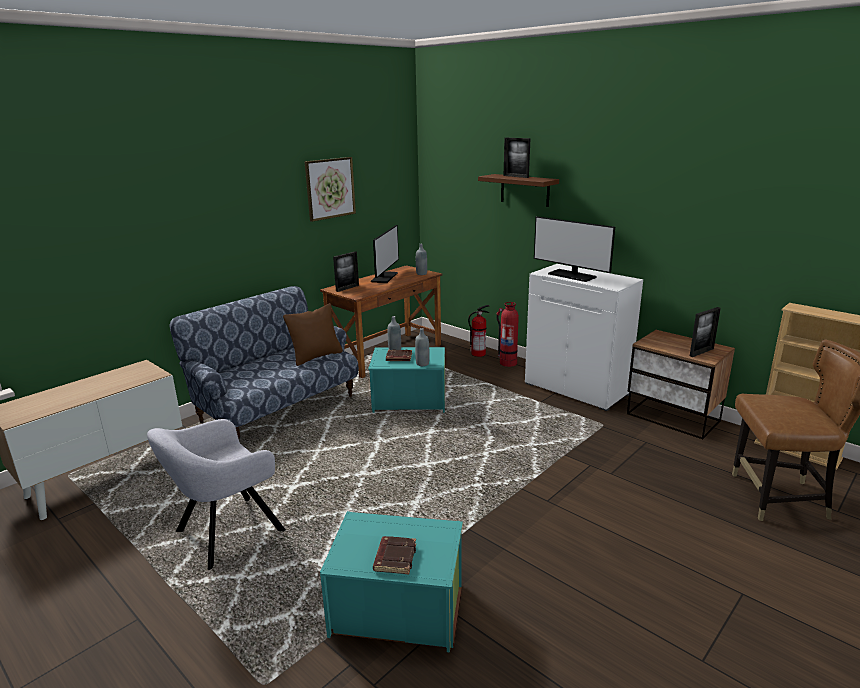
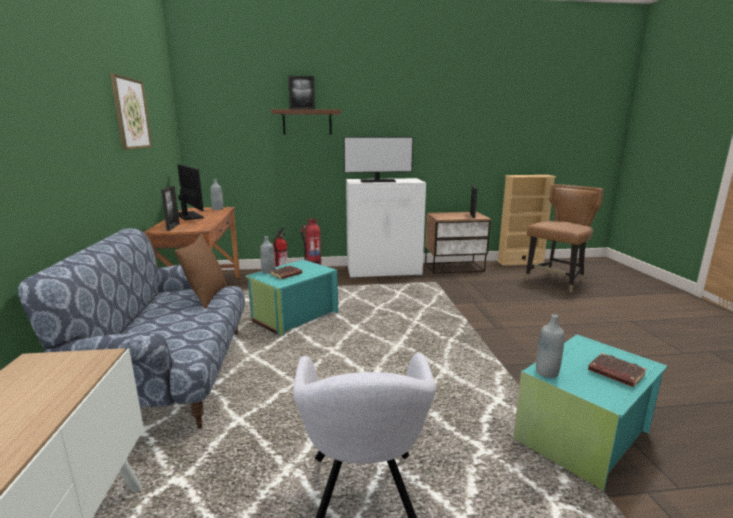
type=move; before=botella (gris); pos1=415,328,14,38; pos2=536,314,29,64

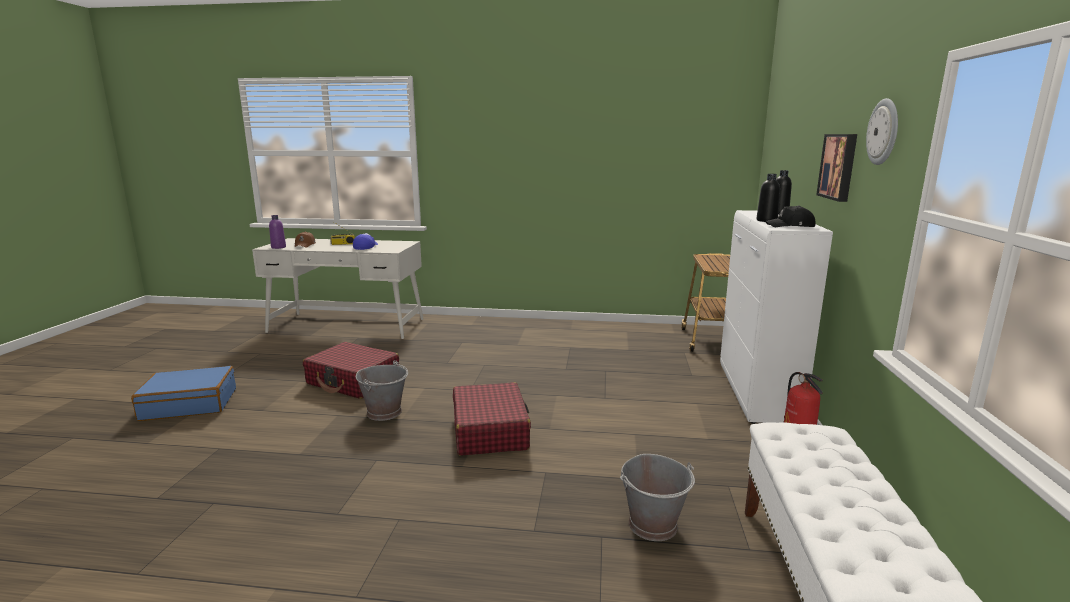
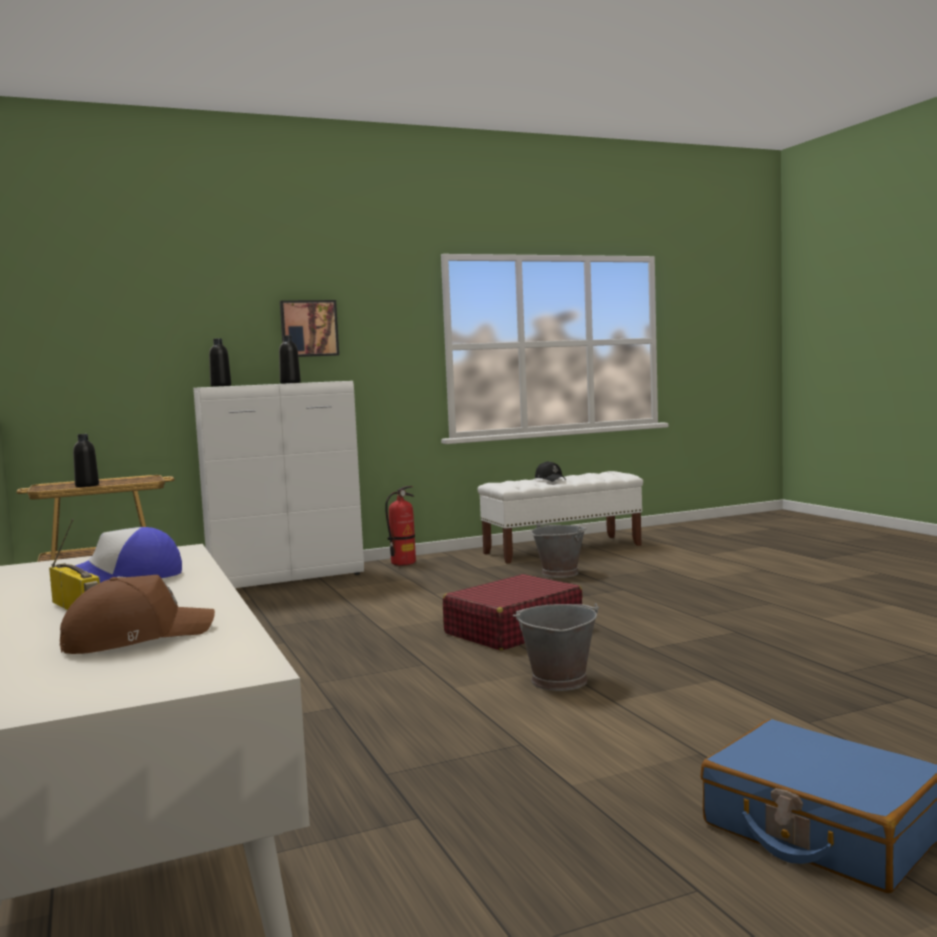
type=delete; before=botella (morado); pos1=269,215,17,34
type=delete; before=maleta (rojo); pos1=303,342,96,57
type=move; before=gorra (negro); pos1=766,206,50,21; pos2=535,461,31,20
type=delete; before=reloj de pared; pos1=866,98,32,67
type=insert; after=botella (negro); pos2=73,434,26,53

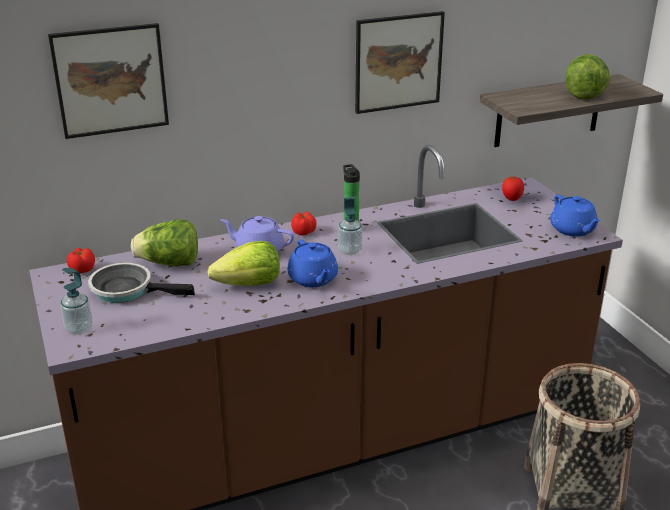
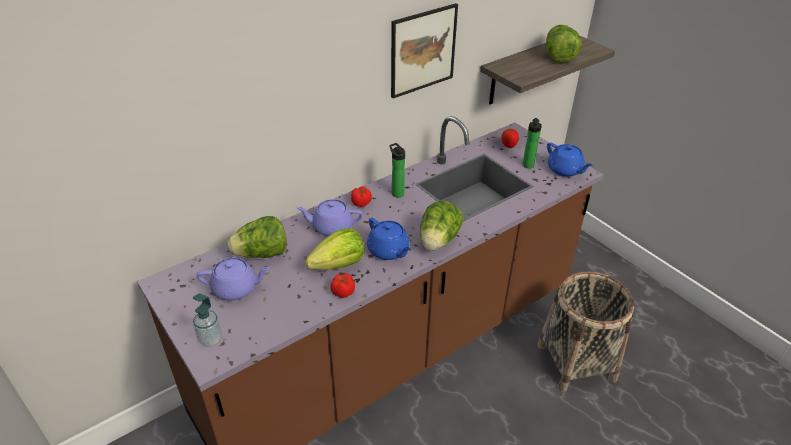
type=delete; before=cuadro; pos1=48,23,121,116
type=move; before=tomate; pos1=67,248,28,25; pos2=331,273,24,25
type=replace; before=sartén; after=tetera (morado); pos1=88,263,107,40; pos2=197,258,73,42
type=delete; before=dispensador de jabón; pos1=338,197,24,58
type=insert; after=lechuga; pos2=420,201,43,50
type=insert; after=botella; pos2=522,118,20,50

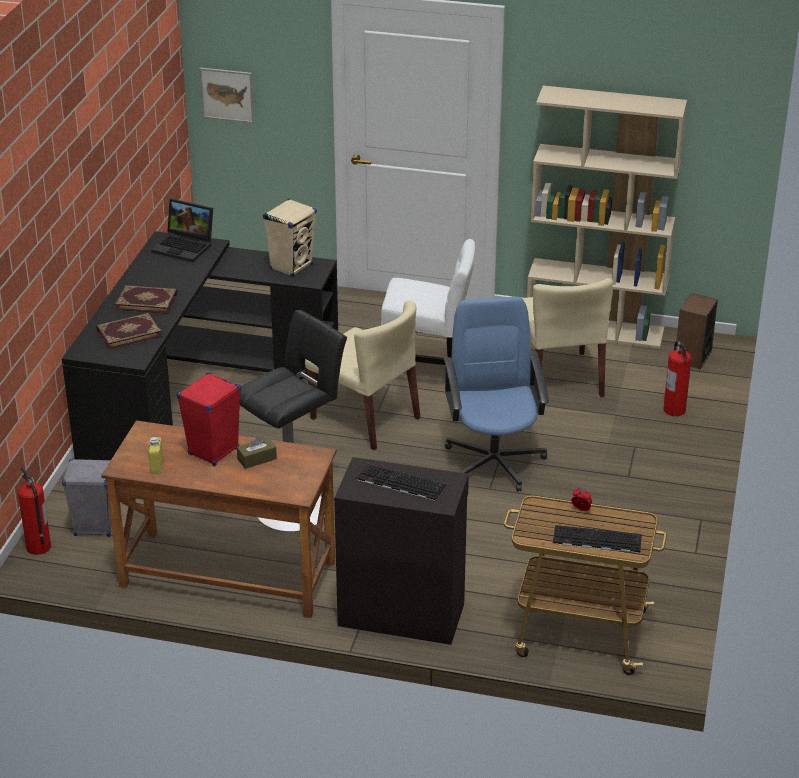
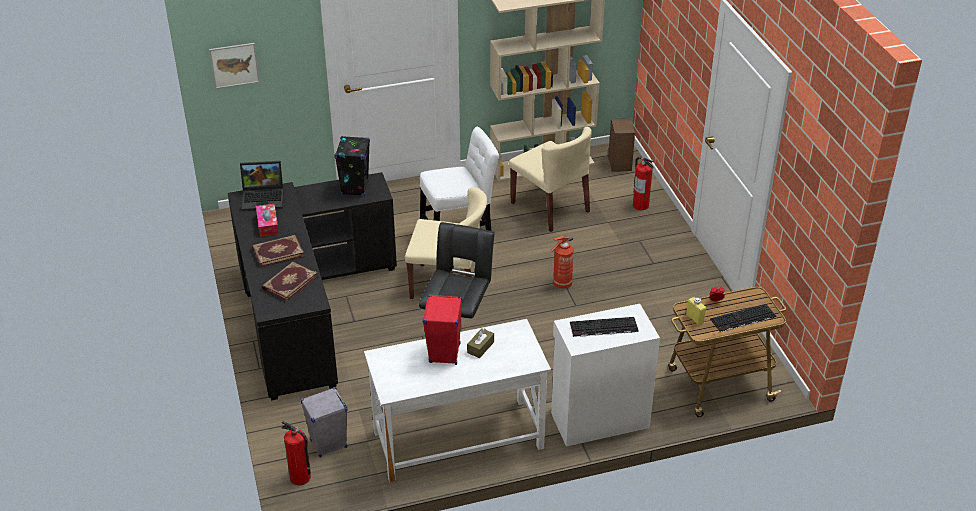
type=recolor; before=escritorio (marrón); after=escritorio (blanco); pos1=101,421,235,197; pos2=364,319,187,164
type=move; before=botella (amarillo); pos1=149,437,14,37; pos2=686,297,20,29
type=recolor; before=altavoz (beis); after=altavoz (negro); pos1=263,199,54,78; pos2=334,136,36,60
type=recolor; before=armario (negro); after=armario (blanco); pos1=334,457,135,188; pos2=551,304,109,143
type=replace; before=silla de oficina (azul); after=extintor; pos1=444,297,105,195; pos2=550,236,24,53
type=insert; after=caja de pañuelos; pos2=256,204,23,33

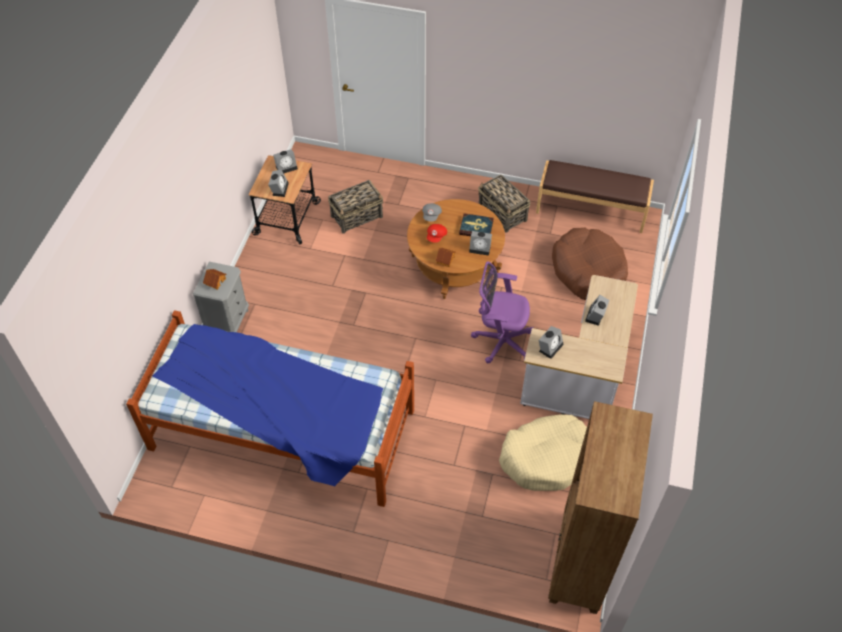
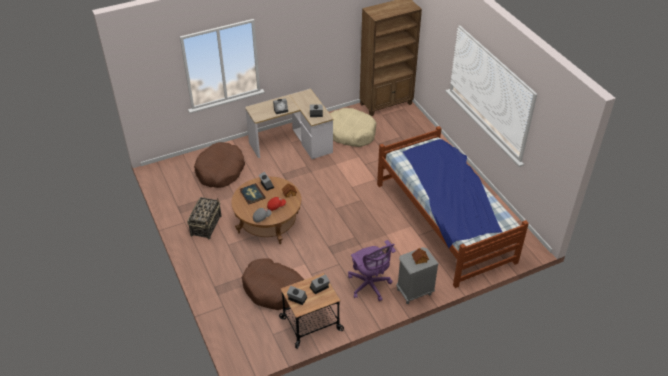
type=replace; before=cesta; after=cama para perro (marrón); pos1=328,180,55,54; pos2=242,258,62,52
type=move; before=silla de oficina (morado); pos1=471,261,62,103; pos2=348,240,48,61
type=delete; before=banco (marrón); pos1=536,160,118,73

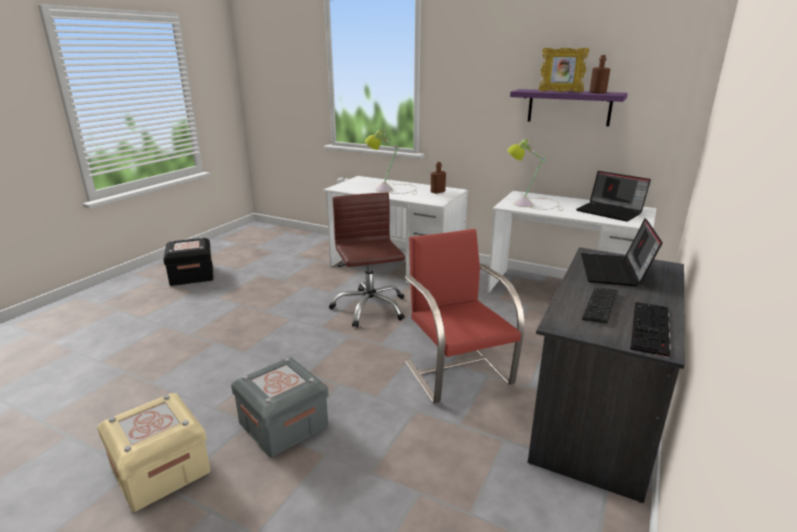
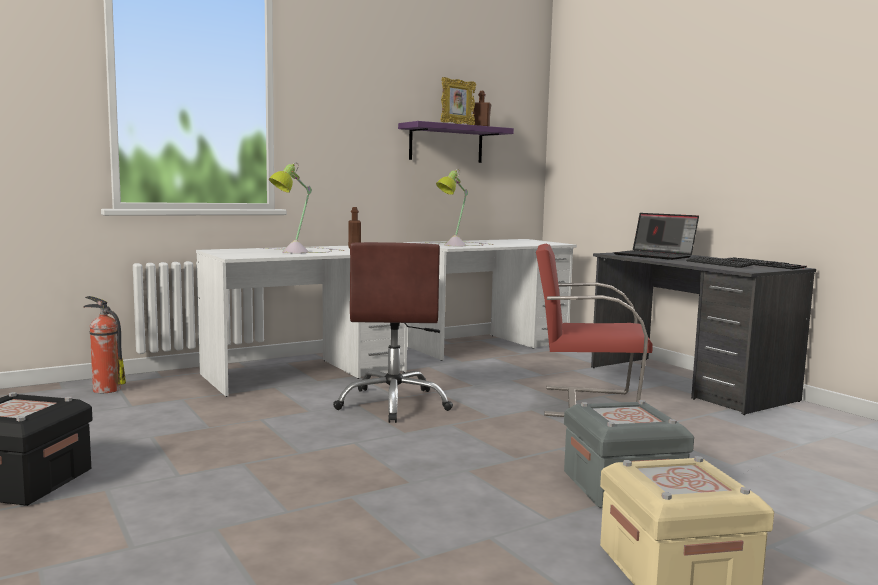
type=rotate; before=silla de oficina (marrón); pos1=329,192,76,136; pos2=333,242,120,181; turn=-105
type=delete; before=portátil; pos1=576,171,75,51
type=insert; after=extintor; pos2=83,296,43,97

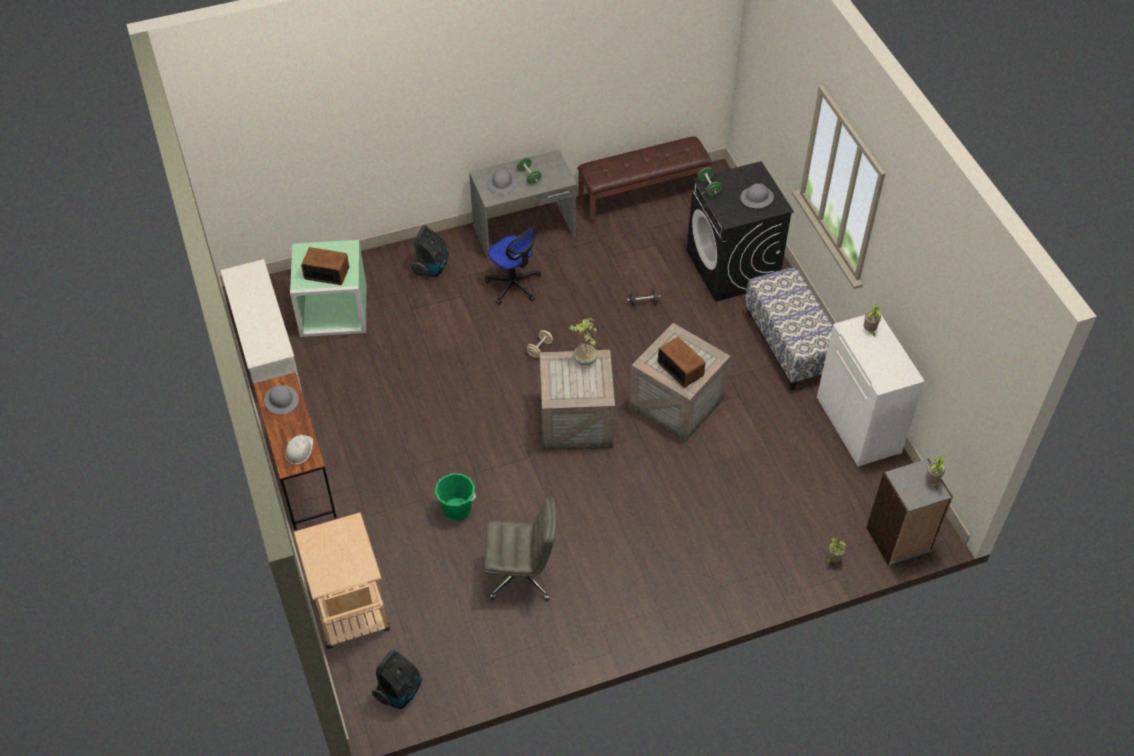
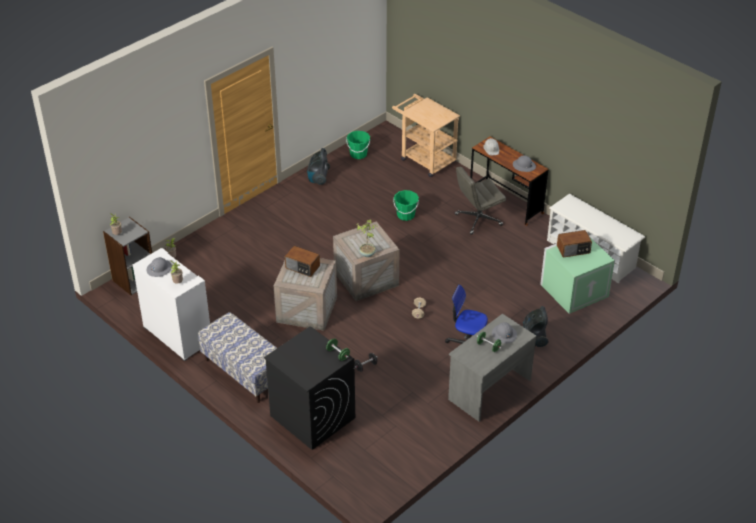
type=move; before=aspiradora; pos1=372,650,50,59; pos2=307,148,23,37
type=move; before=silla de oficina (gris); pos1=484,498,72,103; pos2=455,166,51,69
type=delete; before=banco (marrón); pos1=578,137,134,88
type=move; before=casco (gris); pos1=740,183,34,26; pos2=147,257,25,20
type=insert; after=cubo (verde); pos2=346,131,24,28

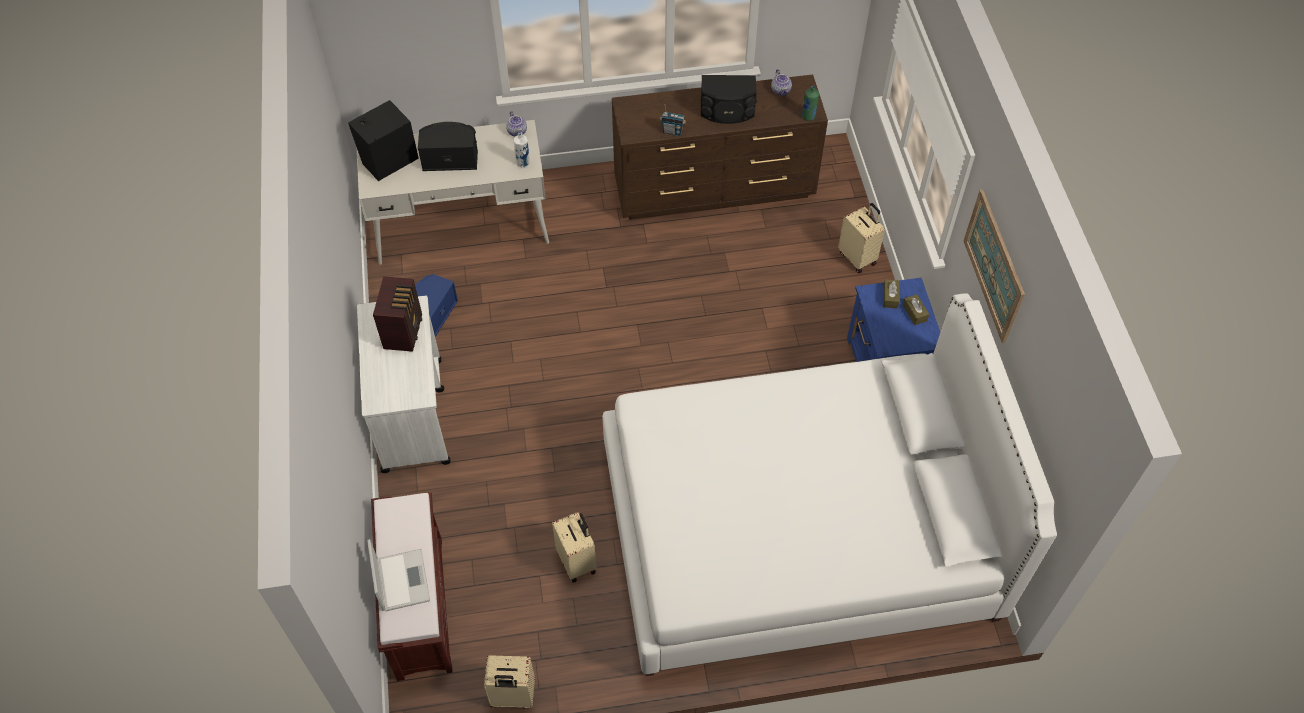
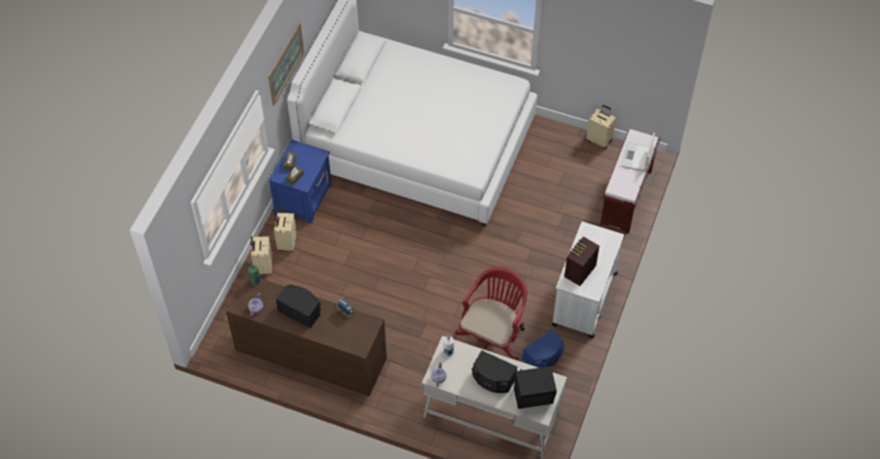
type=move; before=maleta (beis); pos1=552,512,45,71; pos2=274,212,23,40
type=insert; after=silla de oficina (rojo); pos2=455,267,72,94

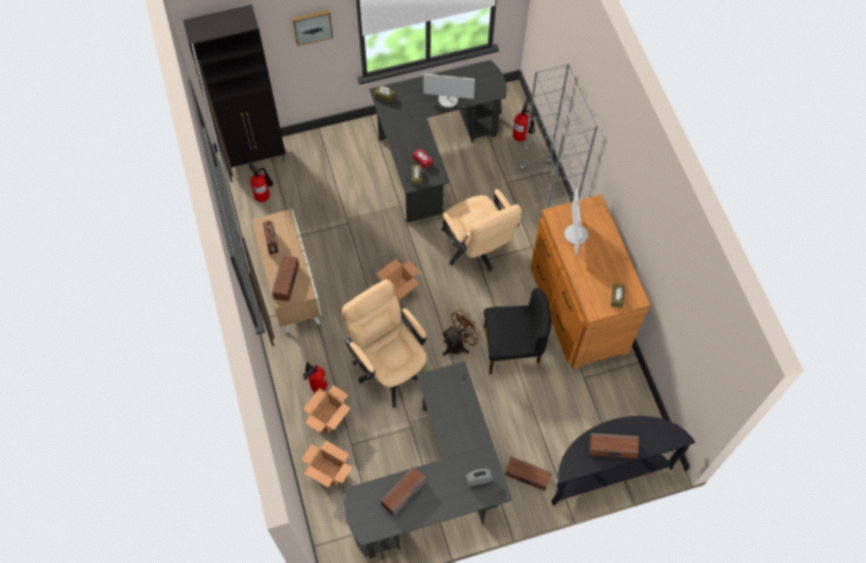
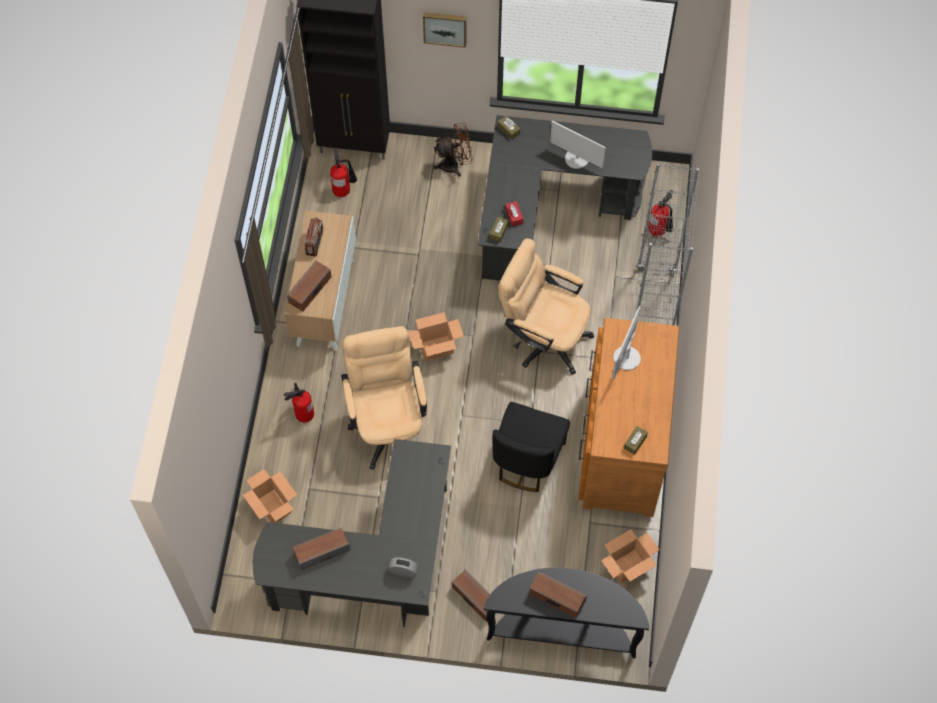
type=move; before=caja de cartón; pos1=303,385,47,49; pos2=601,529,59,54
type=rotate; before=silla de oficina (beis); pos1=441,189,81,83; pos2=499,238,95,137; turn=120
type=move; before=ventilador (marrón); pos1=441,309,41,47; pos2=433,123,40,54
type=rotate; before=silla (negro); pos1=484,288,67,87; pos2=493,402,77,90; turn=90

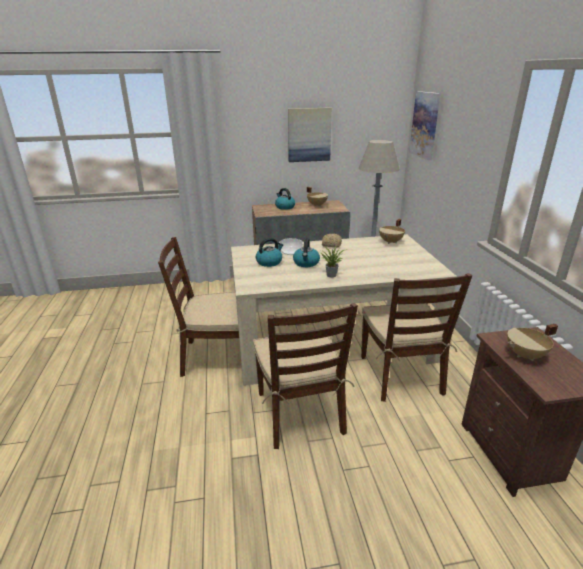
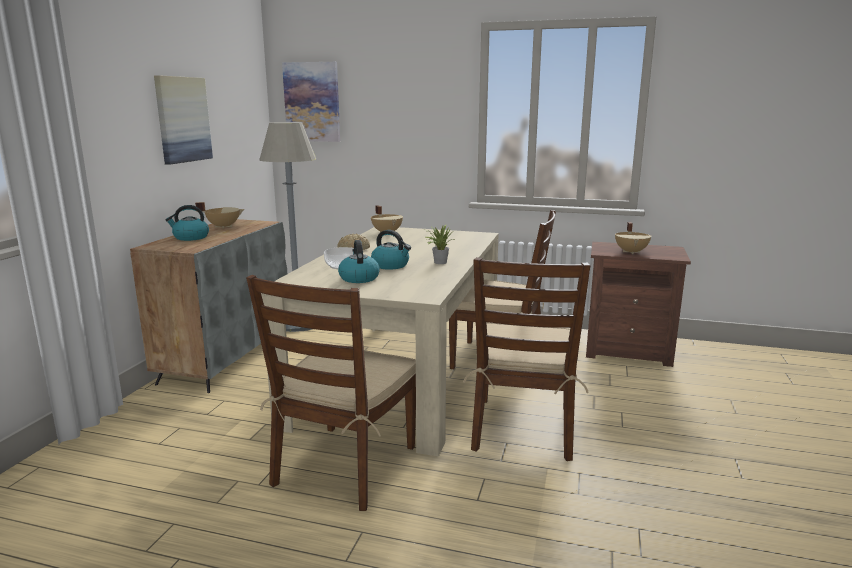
type=rotate; before=silla (marrón); pos1=253,303,105,146; pos2=463,257,127,204; turn=90

